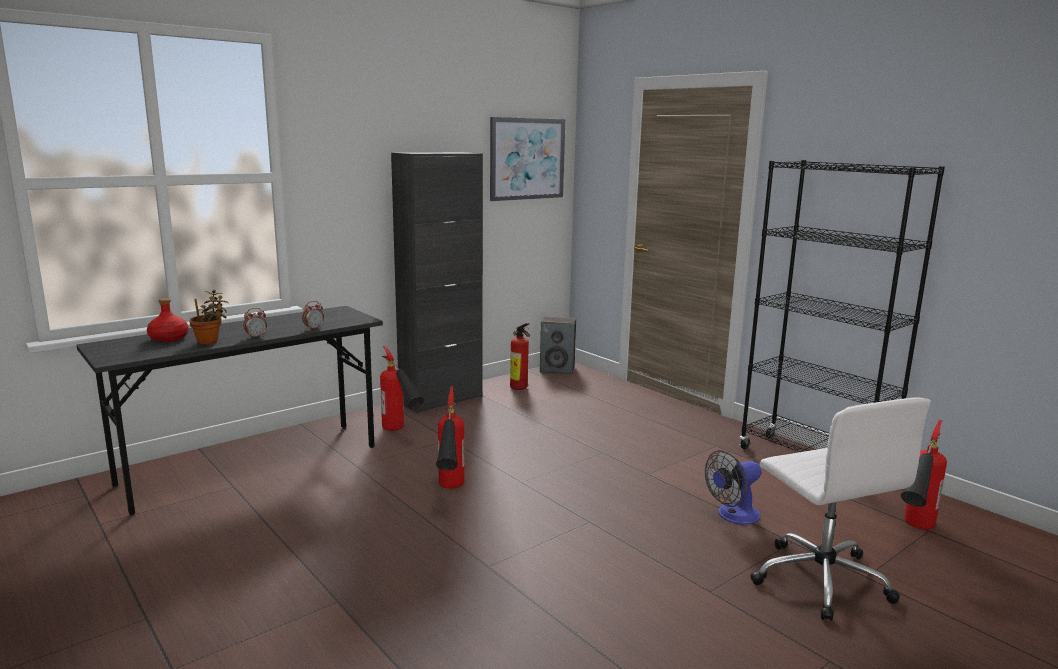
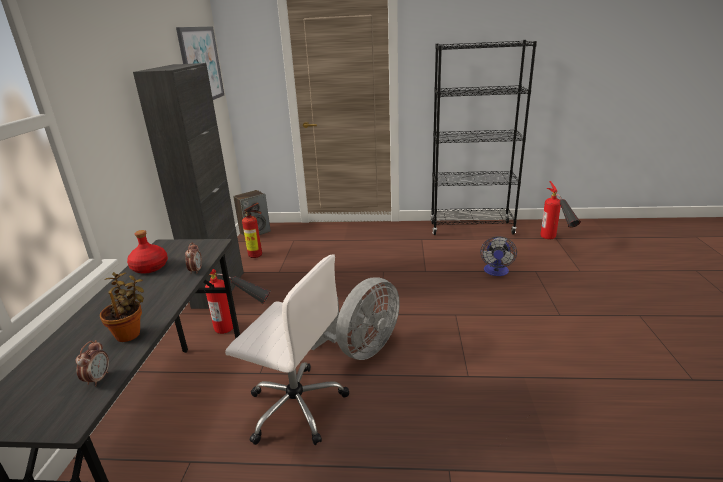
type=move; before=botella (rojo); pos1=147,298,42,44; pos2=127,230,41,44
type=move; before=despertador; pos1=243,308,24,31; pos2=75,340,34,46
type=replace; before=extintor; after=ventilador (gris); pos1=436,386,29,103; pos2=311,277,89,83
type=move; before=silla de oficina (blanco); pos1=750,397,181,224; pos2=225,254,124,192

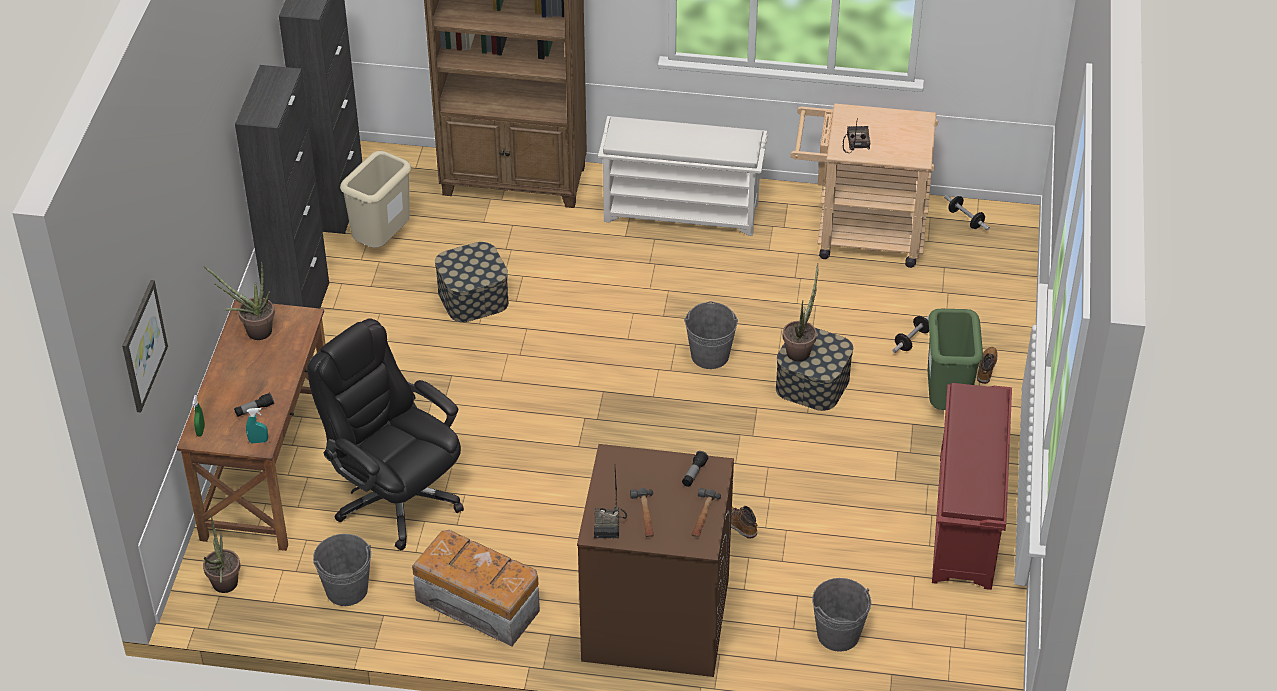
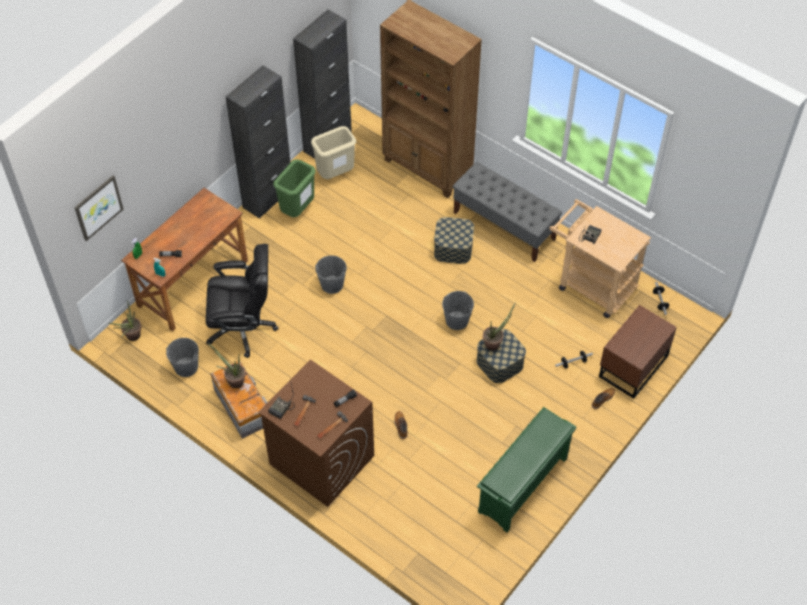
type=move; before=planta en maceta; pos1=203,262,72,78; pos2=208,343,38,45
type=rotate; before=silla de oficina (negro); pos1=307,318,157,232; pos2=206,244,72,114; turn=105
type=move; before=caja de almacenaje; pos1=435,242,74,80; pos2=434,217,40,47
type=replace; before=zapatero (blanco); after=banco (gris); pos1=598,116,169,120; pos2=453,162,109,100
type=move; before=cubo (gris); pos1=812,578,59,74; pos2=315,255,32,39
type=move; before=papelera (verde); pos1=927,309,56,101; pos2=273,159,43,58
type=recolor; before=zapatero (rojo); after=zapatero (verde); pos1=932,383,80,207; pos2=477,407,99,125
type=insert; after=mesita de noche (marrón); pos2=599,305,78,94

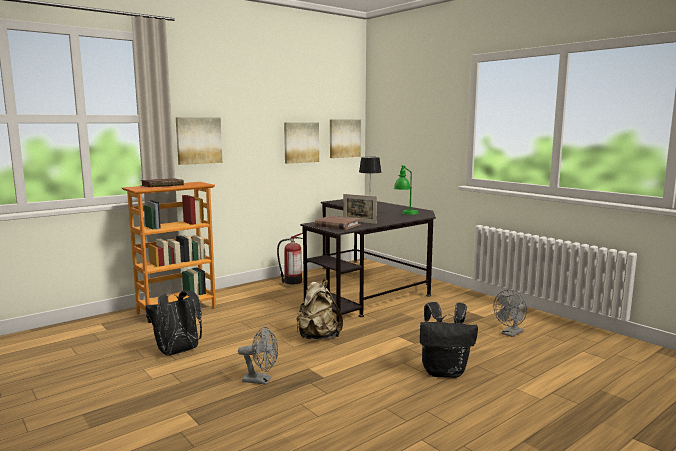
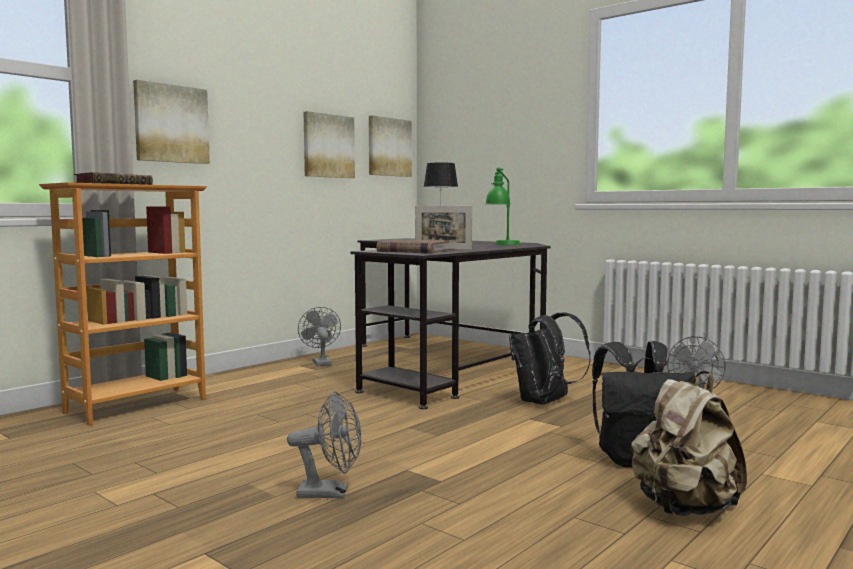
type=move; before=mochila (negro); pos1=145,290,57,66; pos2=509,312,82,93
type=replace; before=extintor; after=ventilador (gris); pos1=277,233,26,51; pos2=298,307,43,59
type=move; before=mochila (beis); pos1=297,279,46,60; pos2=631,371,116,145

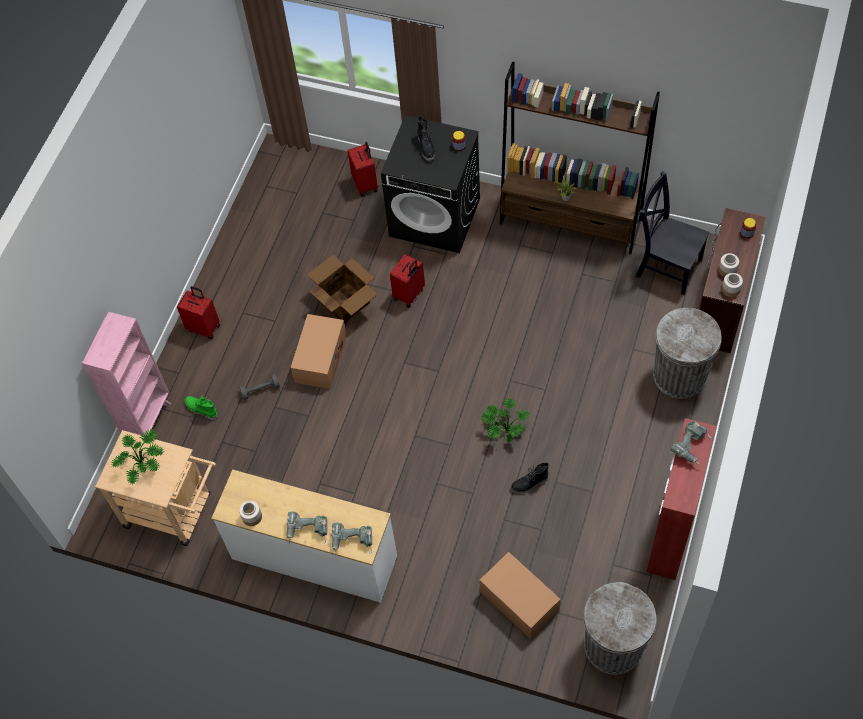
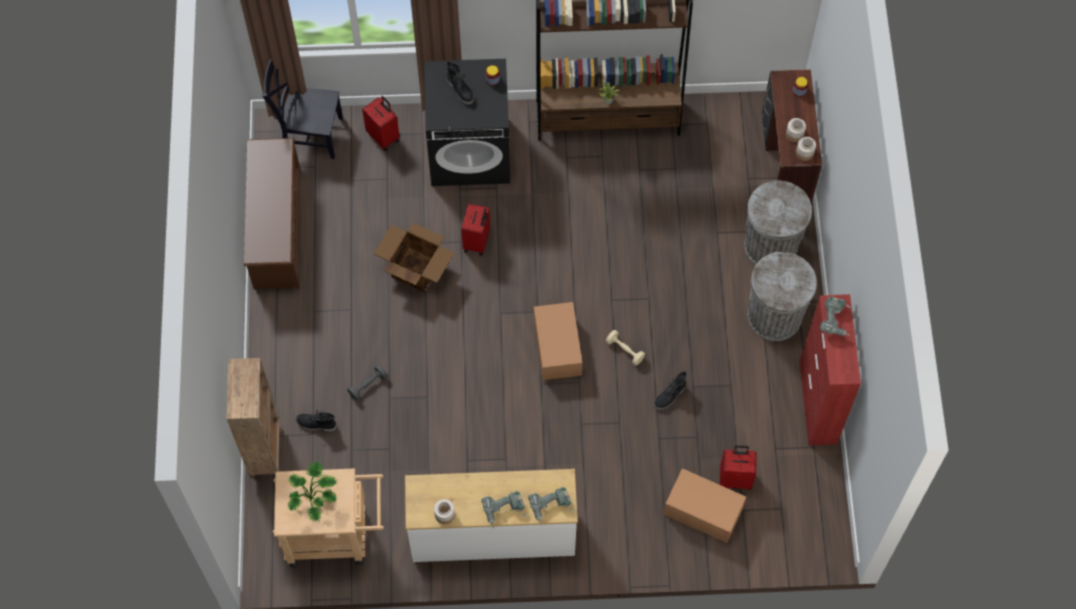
type=recolor; before=estantería (rosa); after=estantería (marrón); pos1=82,312,89,124; pos2=227,358,56,120
type=move; before=maleta (rojo); pos1=177,286,43,54; pos2=720,445,37,45
type=recolor; before=bota (verde); after=bota (negro); pos1=185,396,33,24; pos2=296,410,40,22
type=move; before=caja de cartón; pos1=291,314,56,75; pos2=534,302,48,78
type=replace; before=planta en maceta; after=mancuerna (beis); pos1=481,398,49,45; pos2=606,330,39,36
type=move; before=papelera (gris); pos1=583,582,74,93; pos2=748,252,69,89
type=move; before=silla (negro); pos1=636,171,73,124; pos2=262,59,81,100
type=insert; after=zapatero (marrón); pos2=244,138,57,151

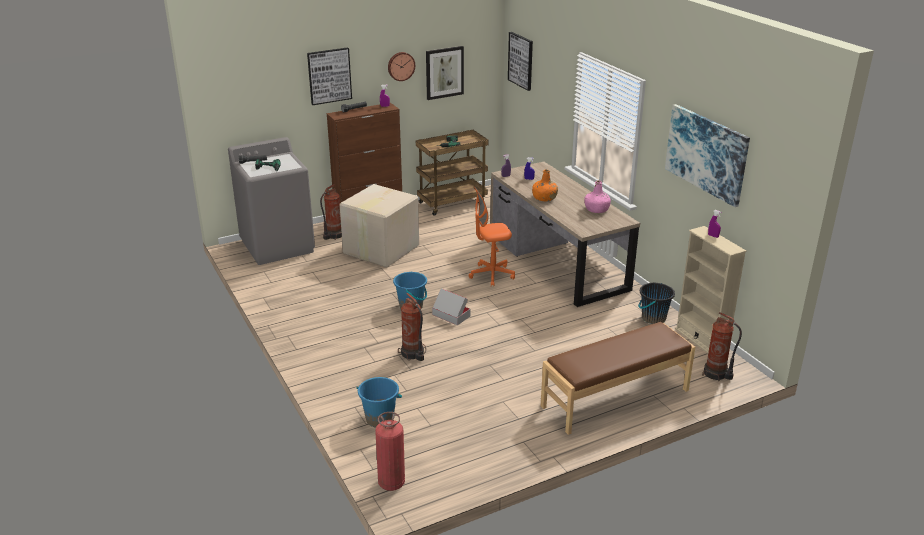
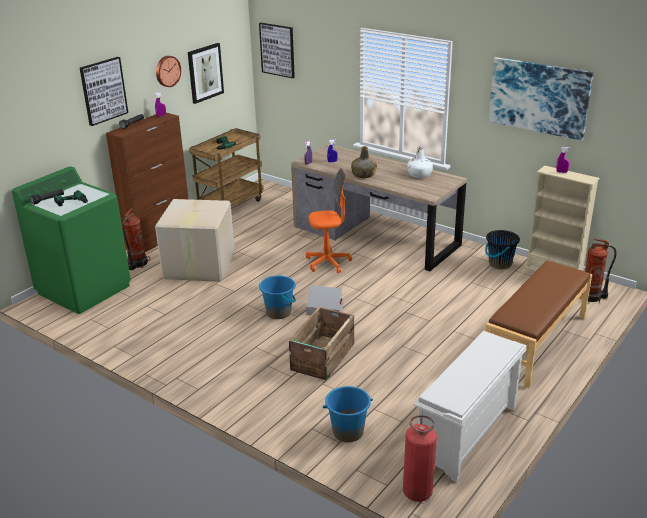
type=recolor; before=lavadora (gris); after=lavadora (verde); pos1=228,137,87,128; pos2=12,166,119,148
type=replace; before=extintor; after=caja de embalaje; pos1=398,293,28,68; pos2=289,307,65,73
type=rotate; before=silla de oficina (naranja); pos1=469,186,46,101; pos2=306,168,46,105; turn=-150
type=recolor; before=botella (naranja); after=botella (verde); pos1=532,170,26,31; pos2=351,146,26,32
type=recolor; before=botella (rosa); after=botella (blanco); pos1=584,180,27,33; pos2=407,146,26,32
type=insert; after=zapatero (blanco); pos2=414,331,113,152

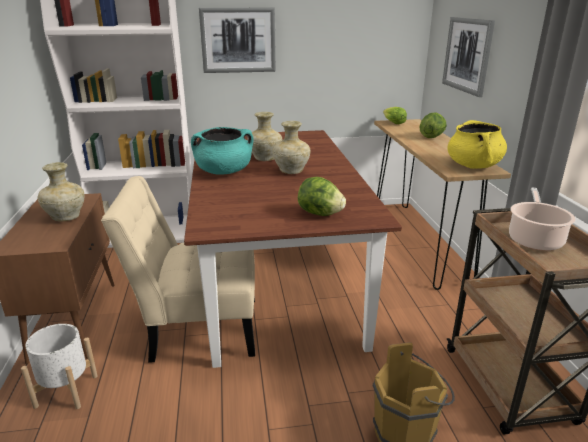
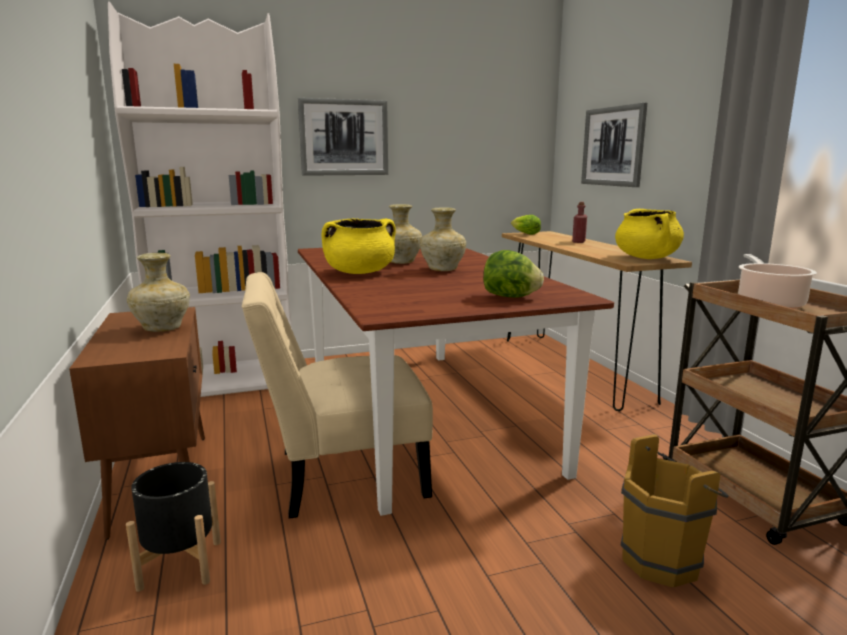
type=recolor; before=maceta (blanco); after=maceta (negro); pos1=21,324,77,85; pos2=126,462,95,130
type=recolor; before=olla (turquesa); after=olla (amarillo); pos1=191,127,63,48; pos2=321,218,75,56
type=replace; before=lechuga; after=botella (rojo); pos1=419,112,28,26; pos2=572,202,15,41

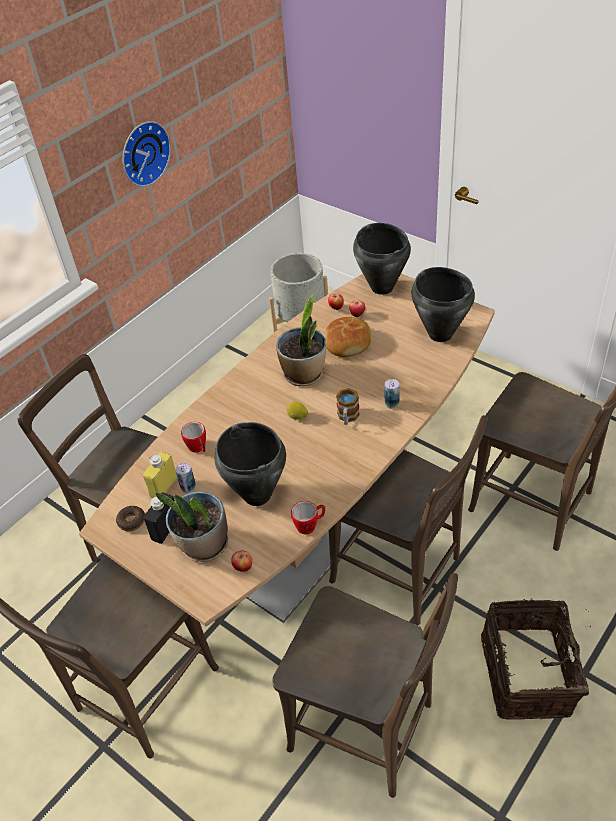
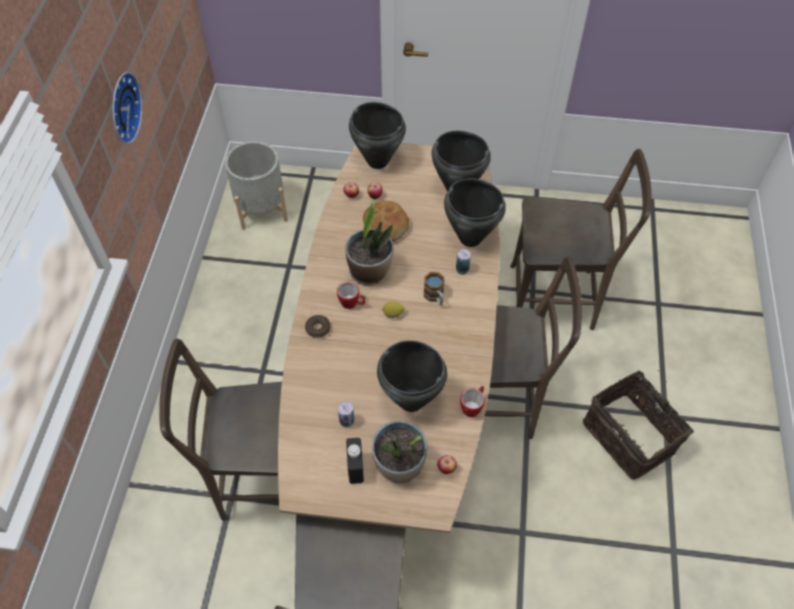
type=move; before=rosquilla; pos1=116,506,29,25; pos2=305,315,25,23
type=delete; before=botella (amarillo); pos1=143,452,34,46
type=move; before=taza grande; pos1=181,422,25,31; pos2=337,281,28,28
type=delete; before=silla (marrón); pos1=272,573,186,225
type=insert; after=olla (negro); pos2=444,178,62,69

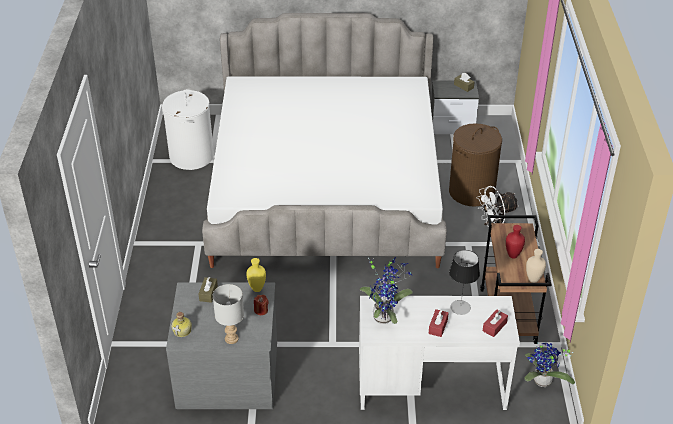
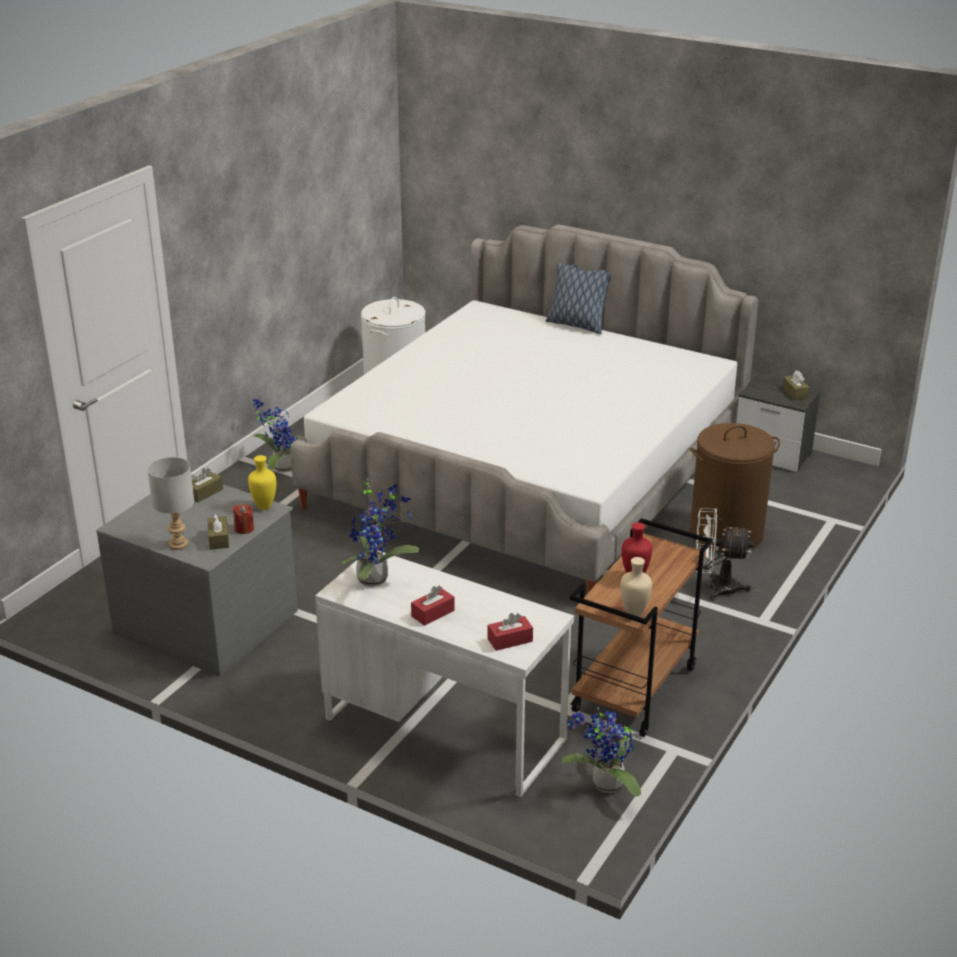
type=delete; before=botella; pos1=171,312,21,25
type=delete; before=lámpara de mesa; pos1=449,250,31,65
type=insert; after=caja de pañuelos (marrón); pos2=207,513,22,37
type=insert; after=planta en maceta; pos2=253,398,48,74
type=insert; after=cojín; pos2=546,263,65,72

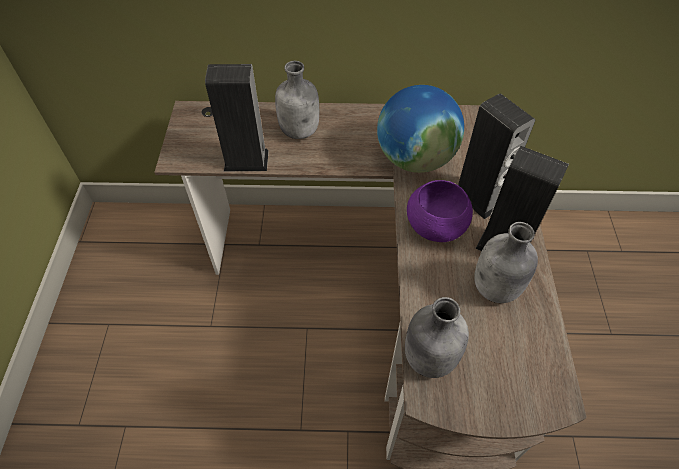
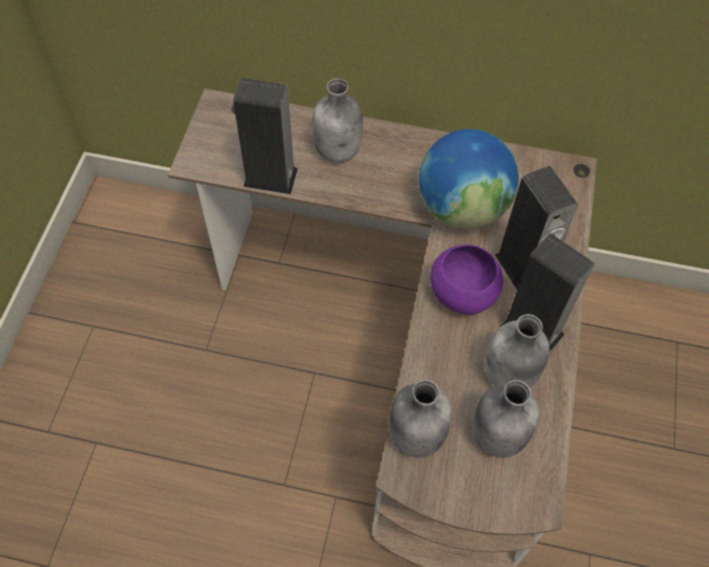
type=insert; after=botella (gris); pos2=472,380,67,78

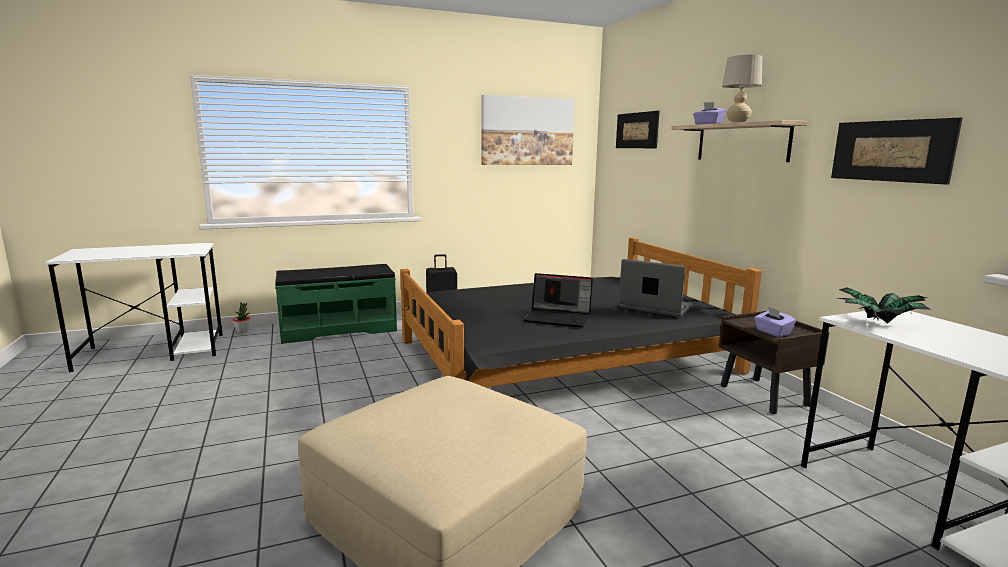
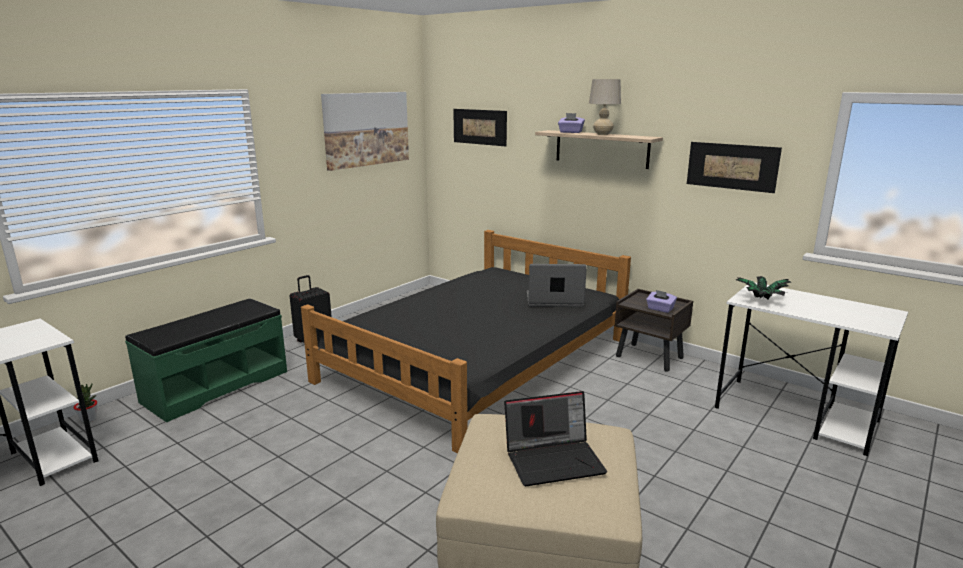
type=move; before=portátil; pos1=523,273,70,54; pos2=504,391,103,95

